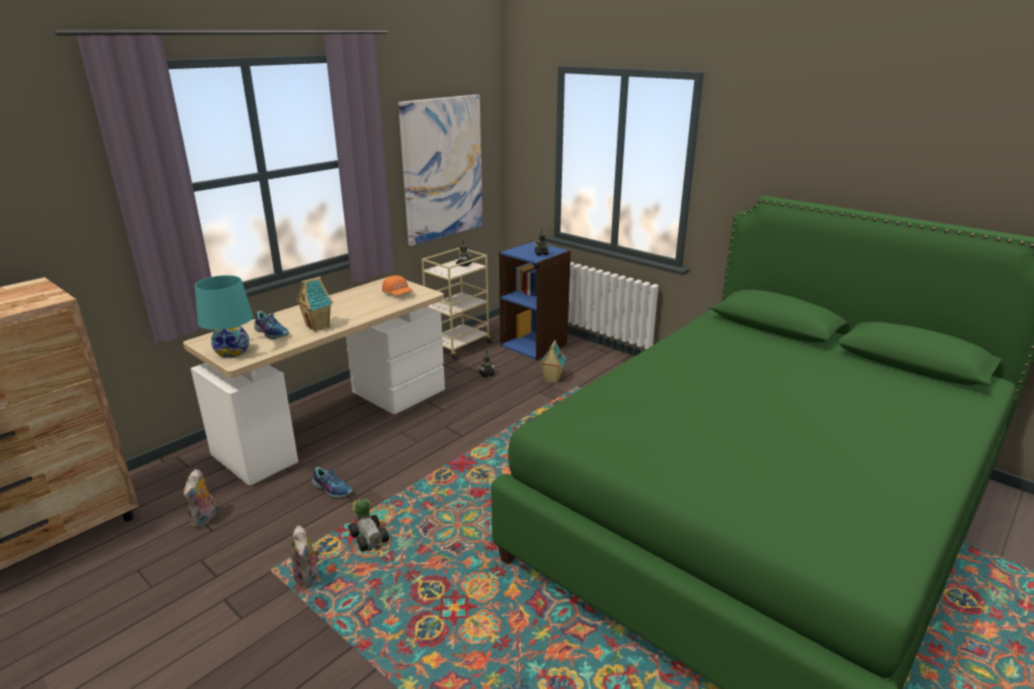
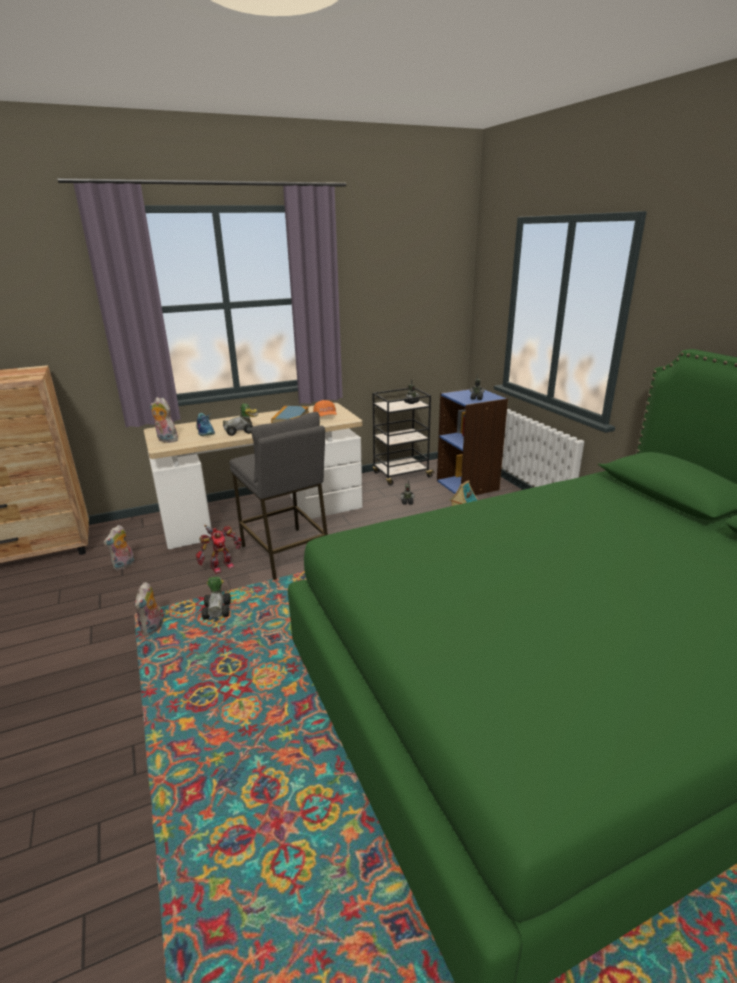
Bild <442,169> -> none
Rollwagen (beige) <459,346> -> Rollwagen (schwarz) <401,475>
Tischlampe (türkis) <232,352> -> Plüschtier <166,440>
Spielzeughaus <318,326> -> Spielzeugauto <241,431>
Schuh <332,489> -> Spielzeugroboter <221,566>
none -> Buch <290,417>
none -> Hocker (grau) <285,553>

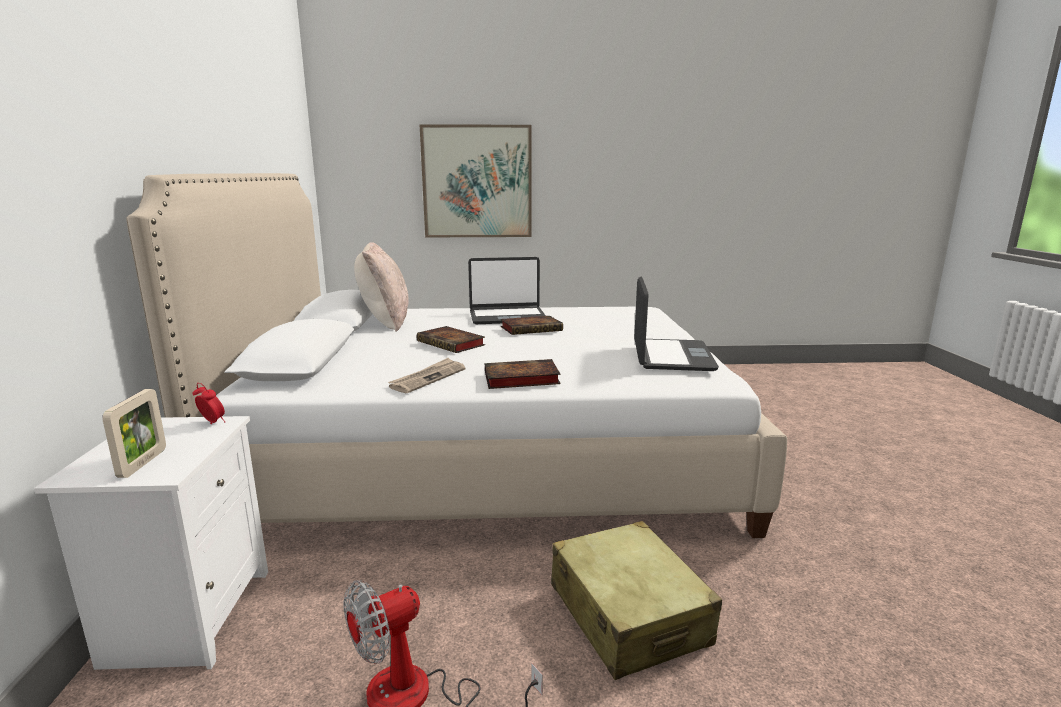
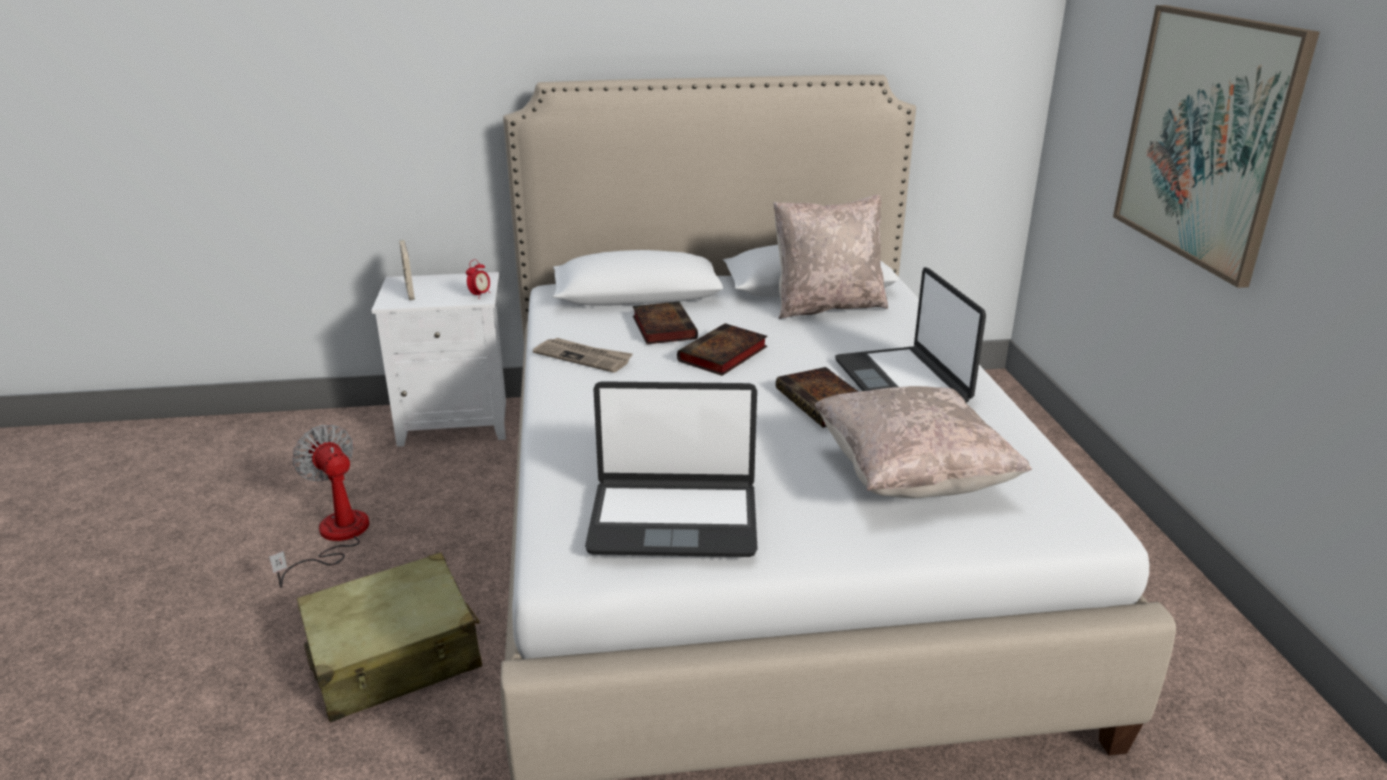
Buch <519,379> -> Buch <662,327>, relocated
Bilderrahmen <143,463> -> Bilderrahmen <410,292>, 75 degrees clockwise
none -> Kissen (beige) <911,477>

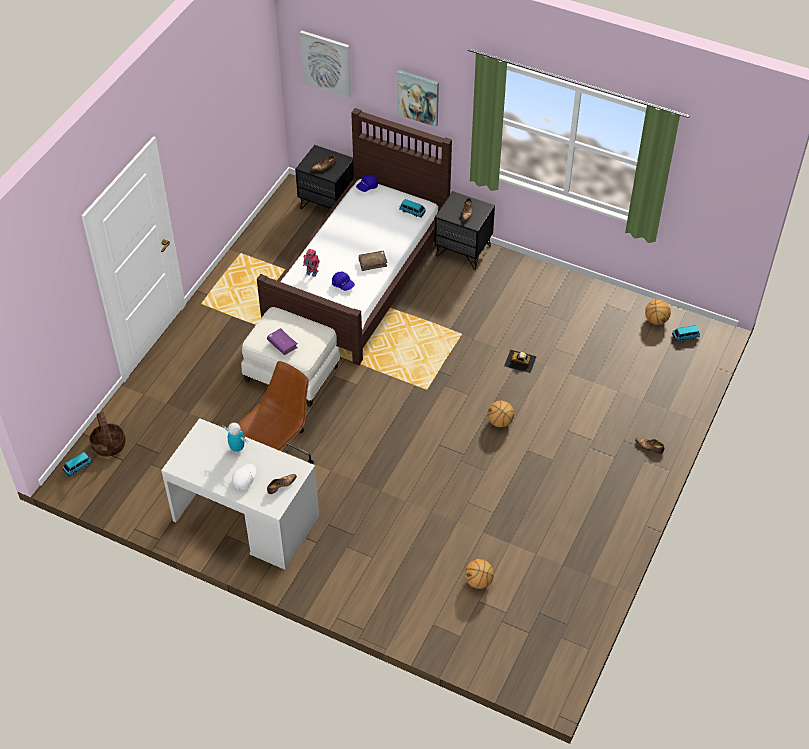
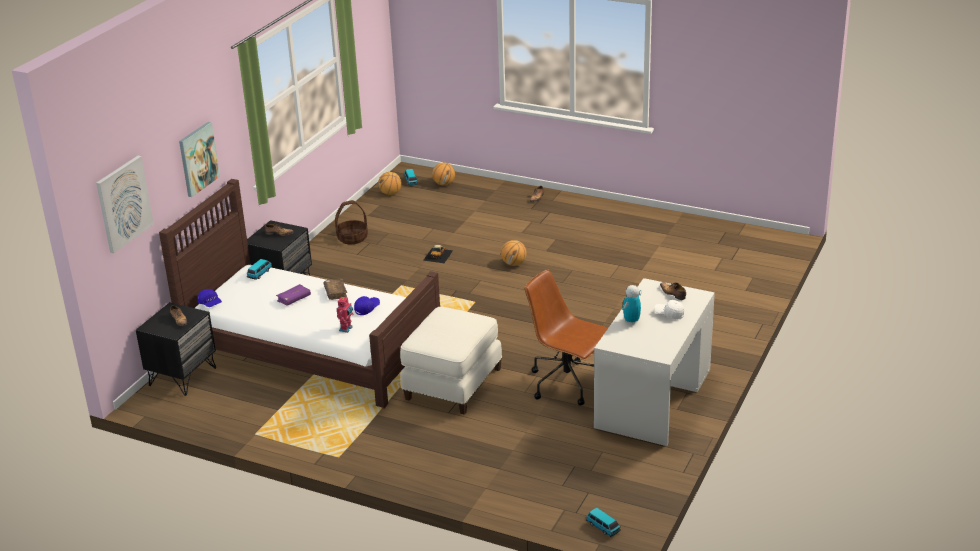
Buch (lila) <282,344> -> Buch (lila) <294,299>, relocated
Korb <108,445> -> Korb <352,238>, relocated
Basketball <478,581> -> Basketball <444,184>, relocated

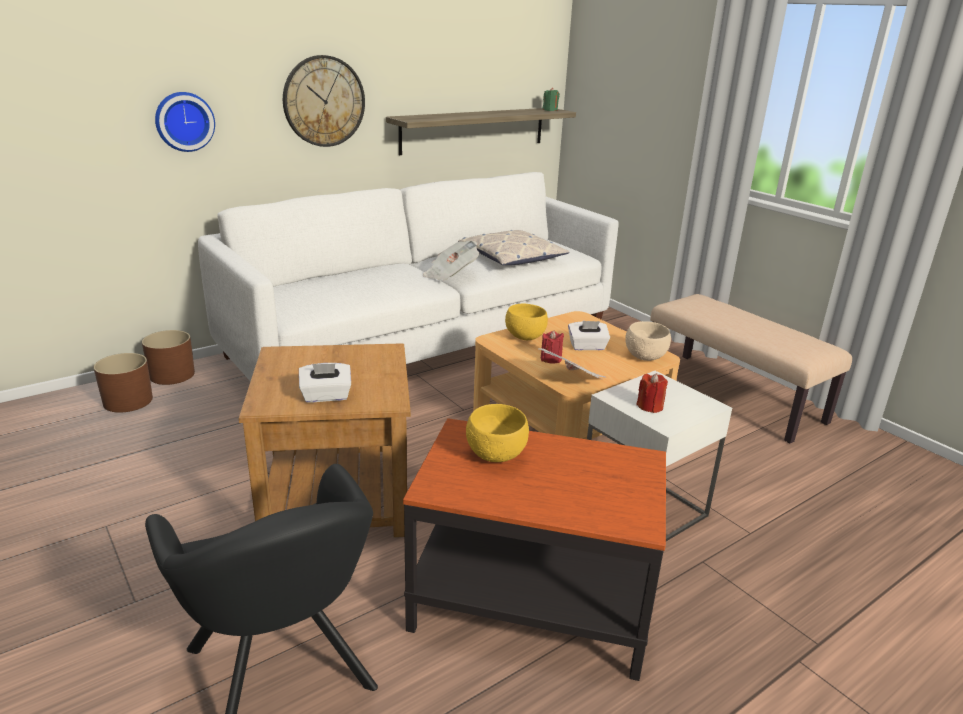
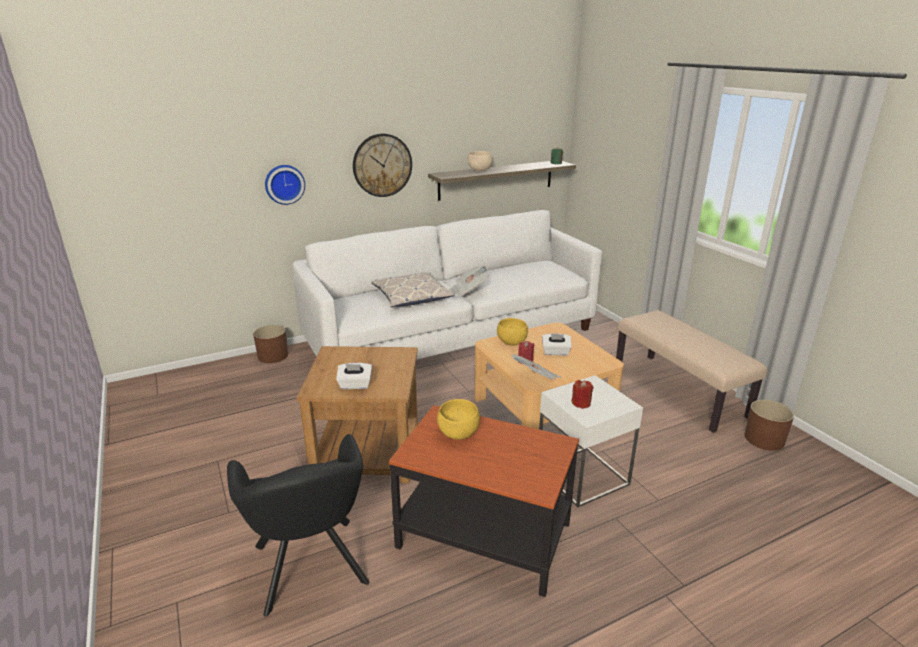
Kissen <512,257> -> Kissen <412,297>, relocated
Schüssel (beige) <644,357> -> Schüssel (beige) <479,170>, relocated
Pflanzkübel (braun) <128,401> -> Pflanzkübel (braun) <764,439>, relocated

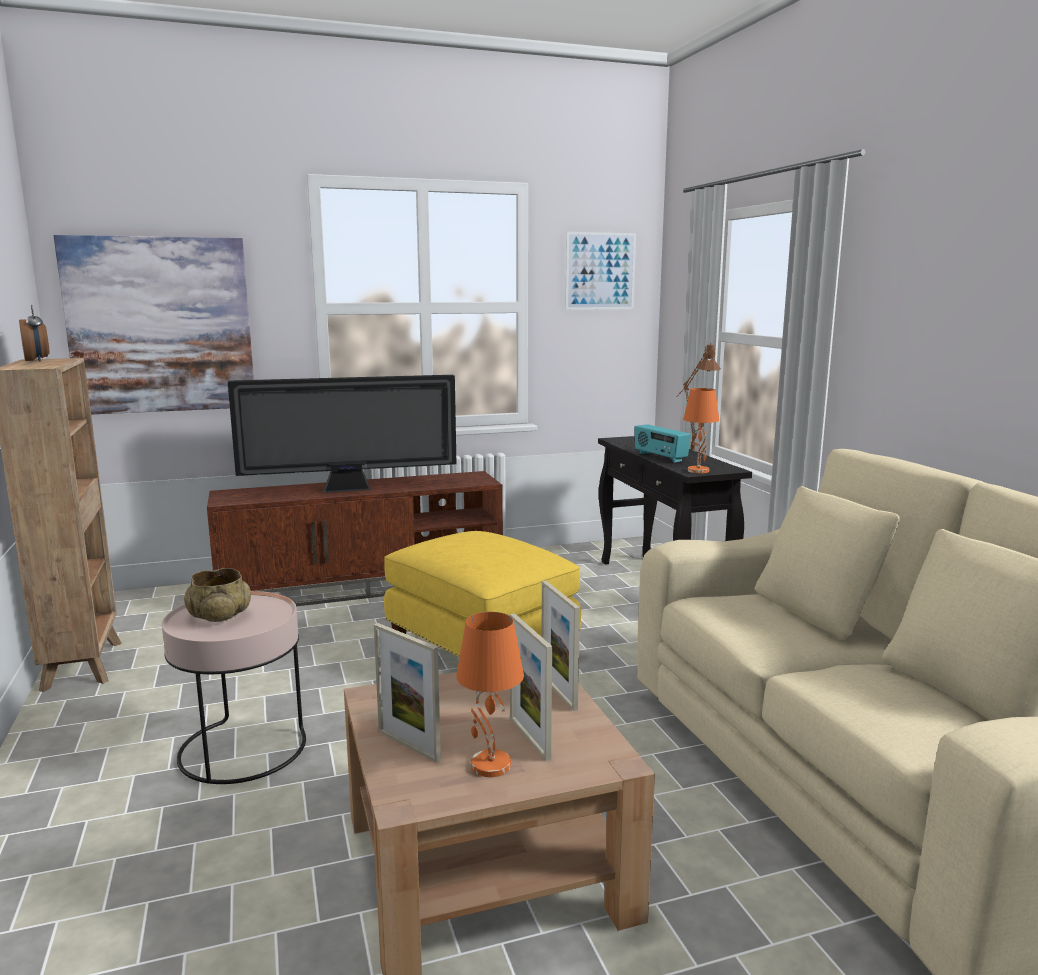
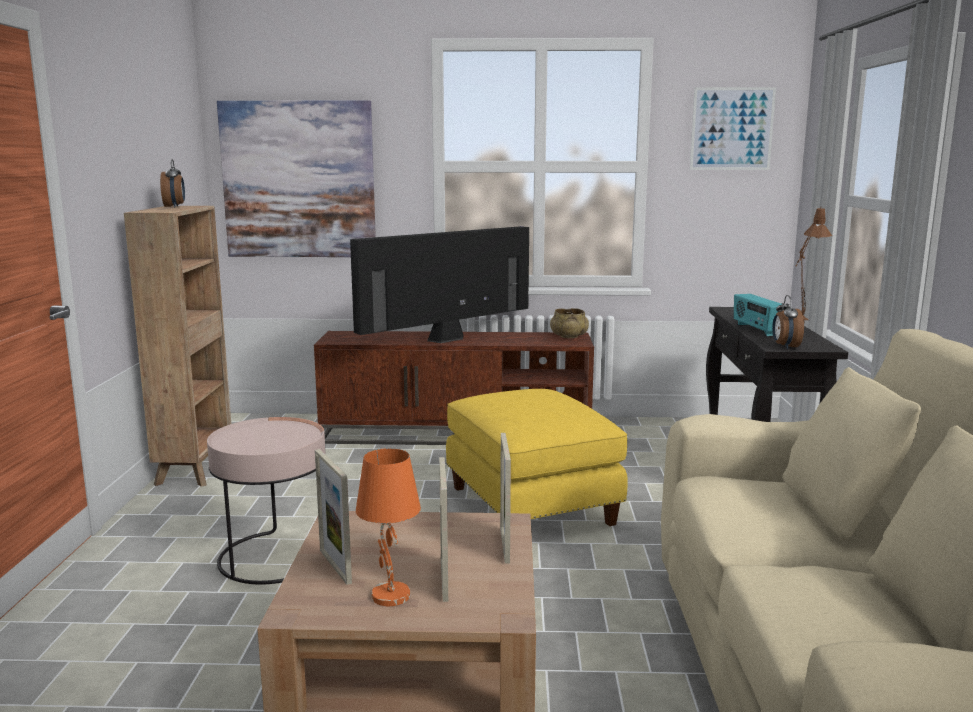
Fernseher <350,489> -> Fernseher <446,339>, 135 degrees clockwise
Tischlampe (orange) <699,471> -> Wecker <785,346>
Schüssel (beige) <219,616> -> Schüssel (beige) <569,336>, relocated

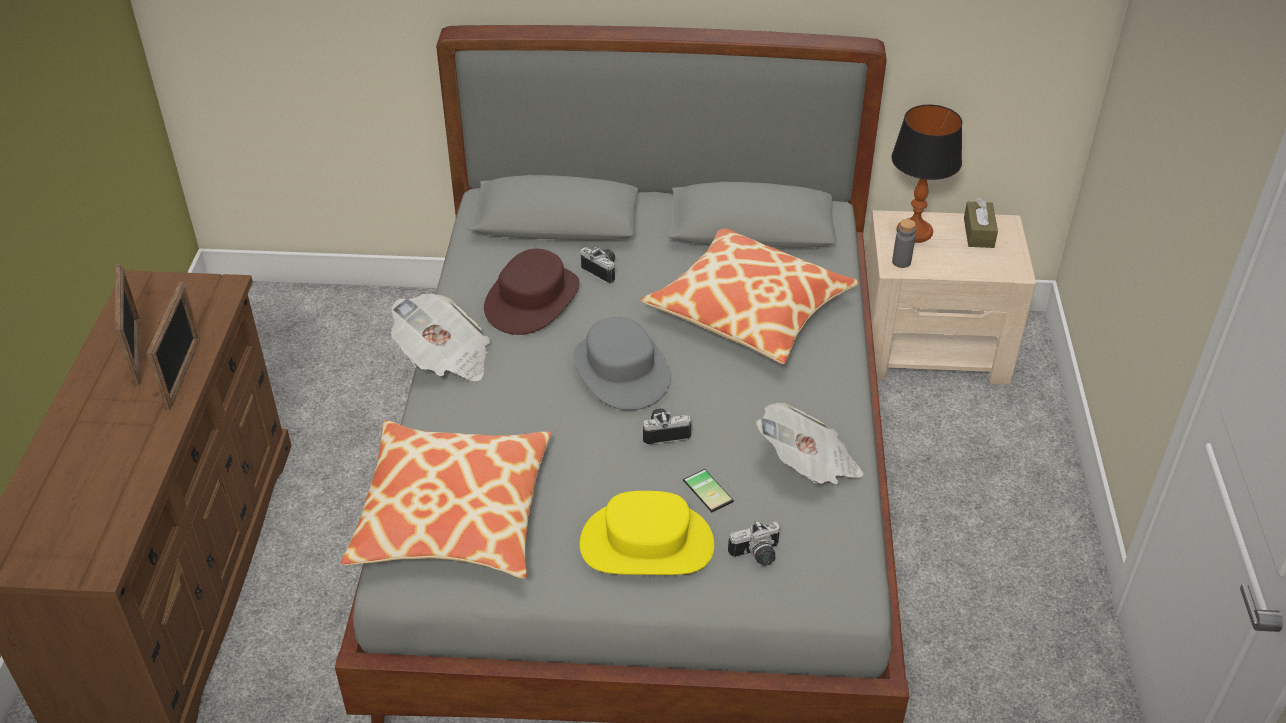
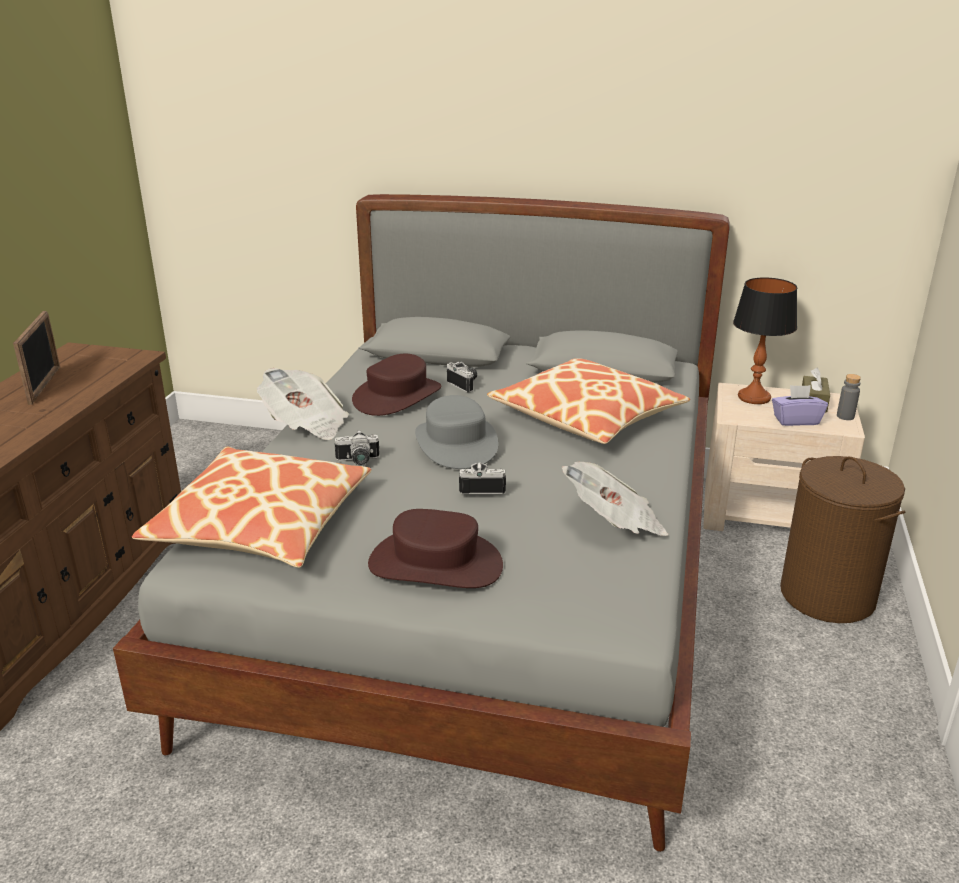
Flasche (grau) <901,262> -> Flasche (grau) <845,416>, relocated
Bilderrahmen <183,373> -> none
Handy <710,489> -> none
Hut (gelb) <647,543> -> Hut (braun) <435,564>
Kamera <757,555> -> Kamera <358,461>, relocated
none -> Taschentuchbox (lila) <796,420>
none -> Wäschekorb (braun) <828,596>

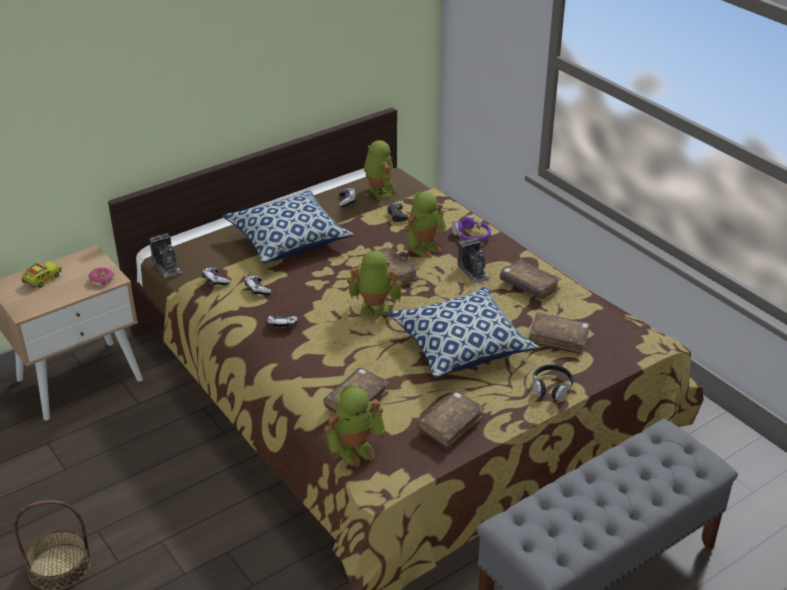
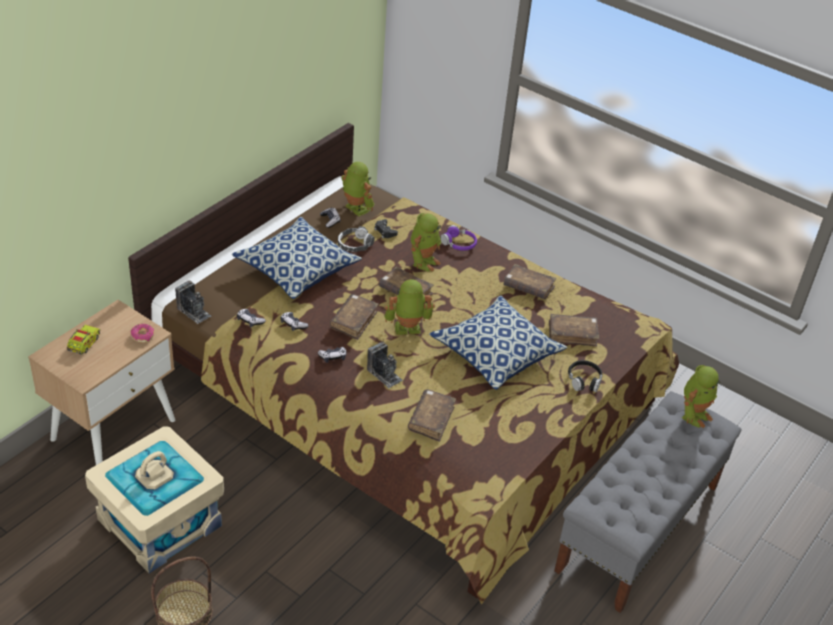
Kamera <474,272> -> Kamera <384,374>, relocated
Spielzeugroboter <355,450> -> Spielzeugroboter <694,414>, relocated
Buch (braun) <450,425> -> Buch (braun) <353,321>, relocated
none -> Kopfhörer <355,244>
none -> Aufbewahrungsbox (beige) <159,522>

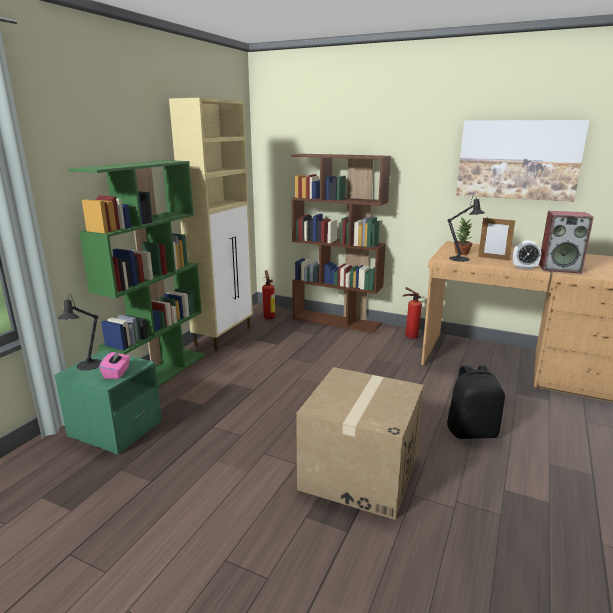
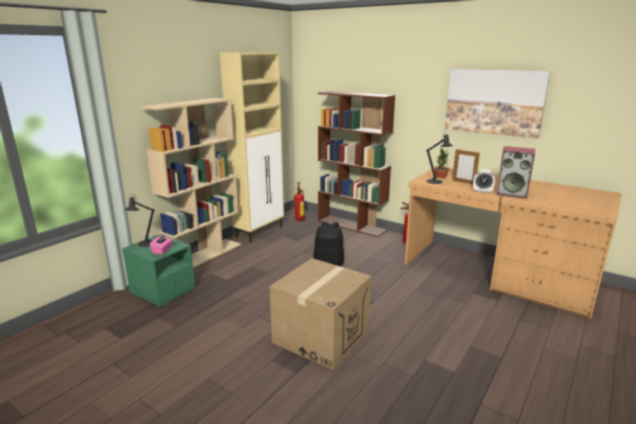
Bücherregal (grün) <159,374> -> Bücherregal (beige) <204,255>
Rucksack (schwarz) <472,431> -> Rucksack (schwarz) <329,263>, relocated

